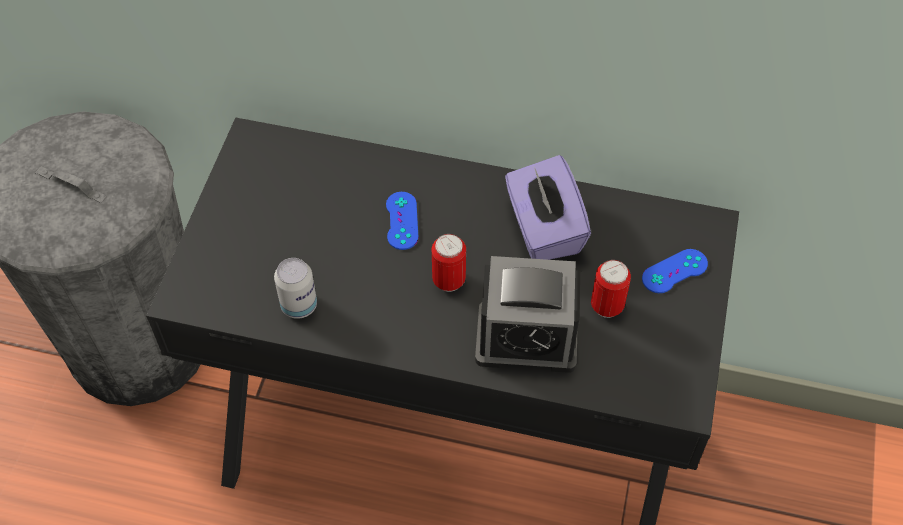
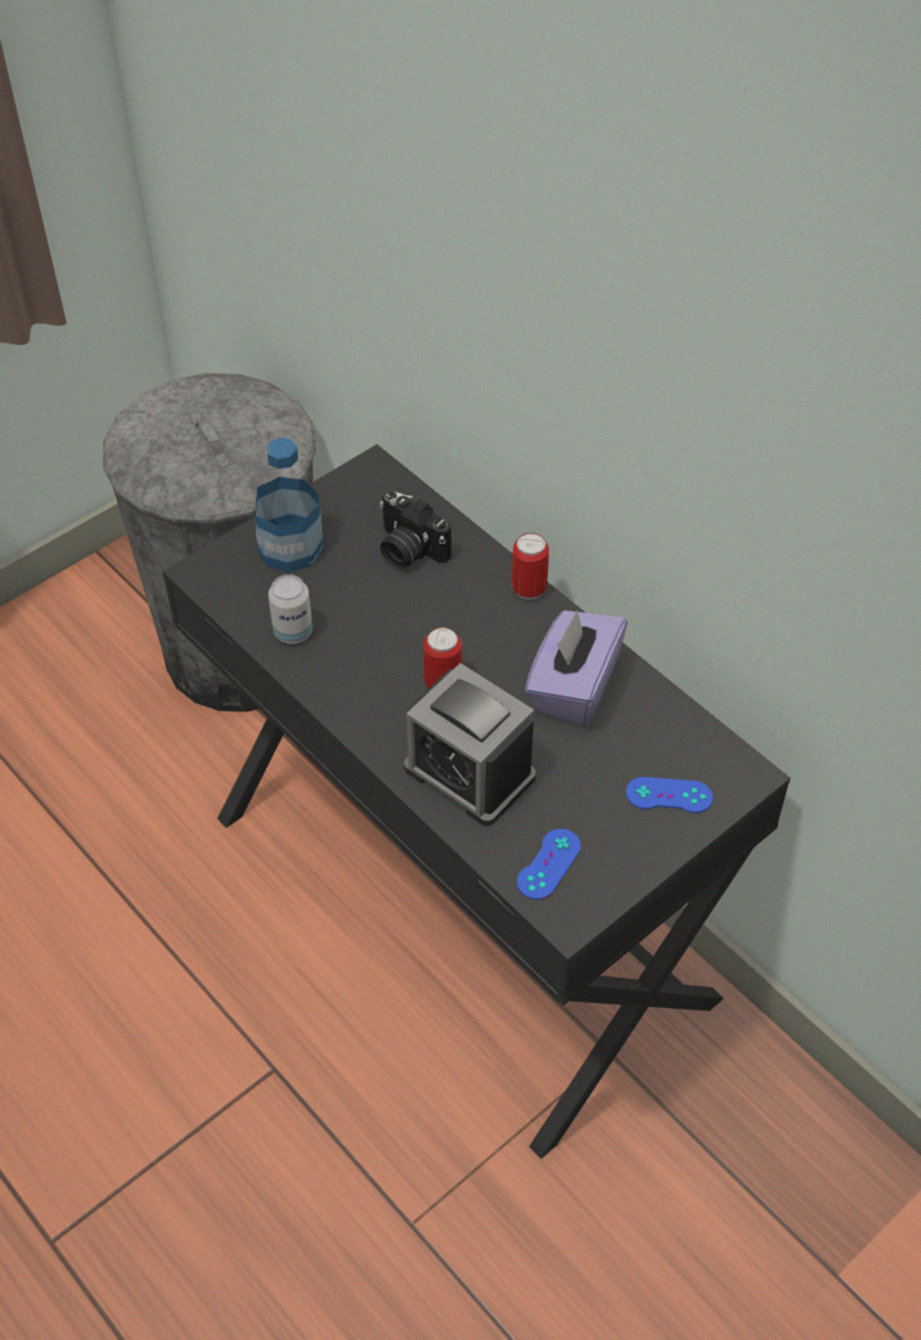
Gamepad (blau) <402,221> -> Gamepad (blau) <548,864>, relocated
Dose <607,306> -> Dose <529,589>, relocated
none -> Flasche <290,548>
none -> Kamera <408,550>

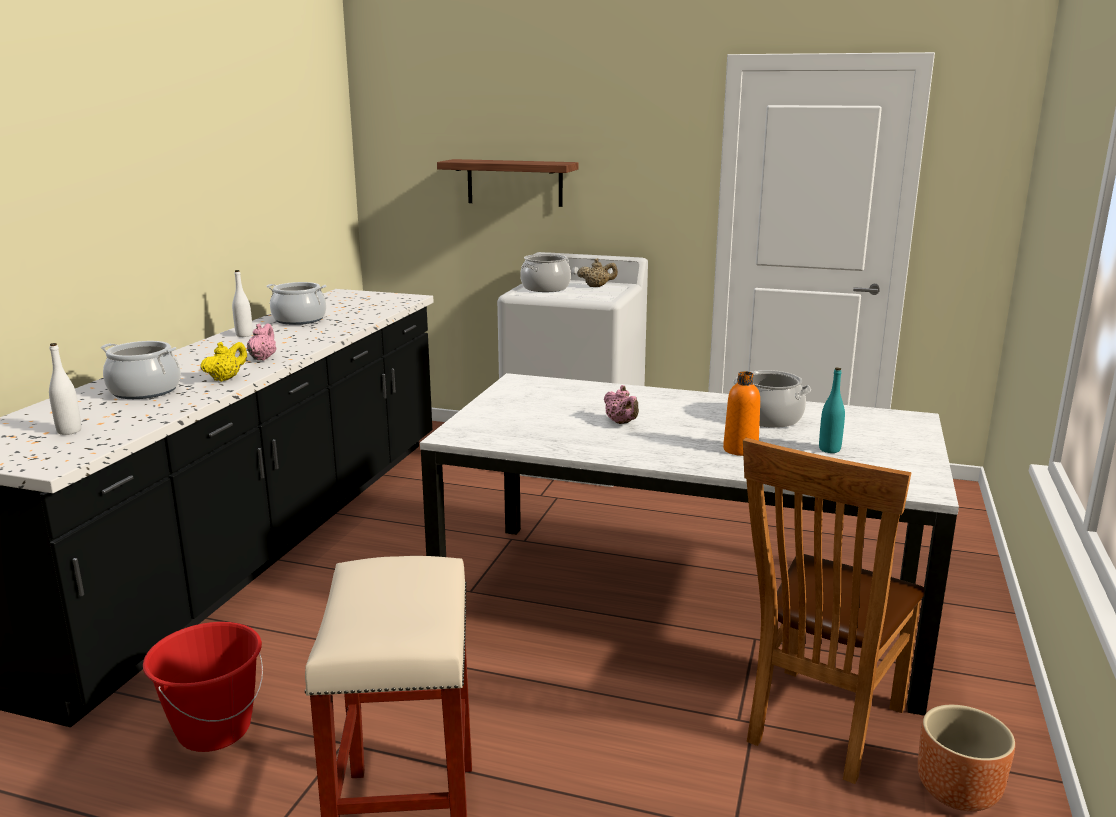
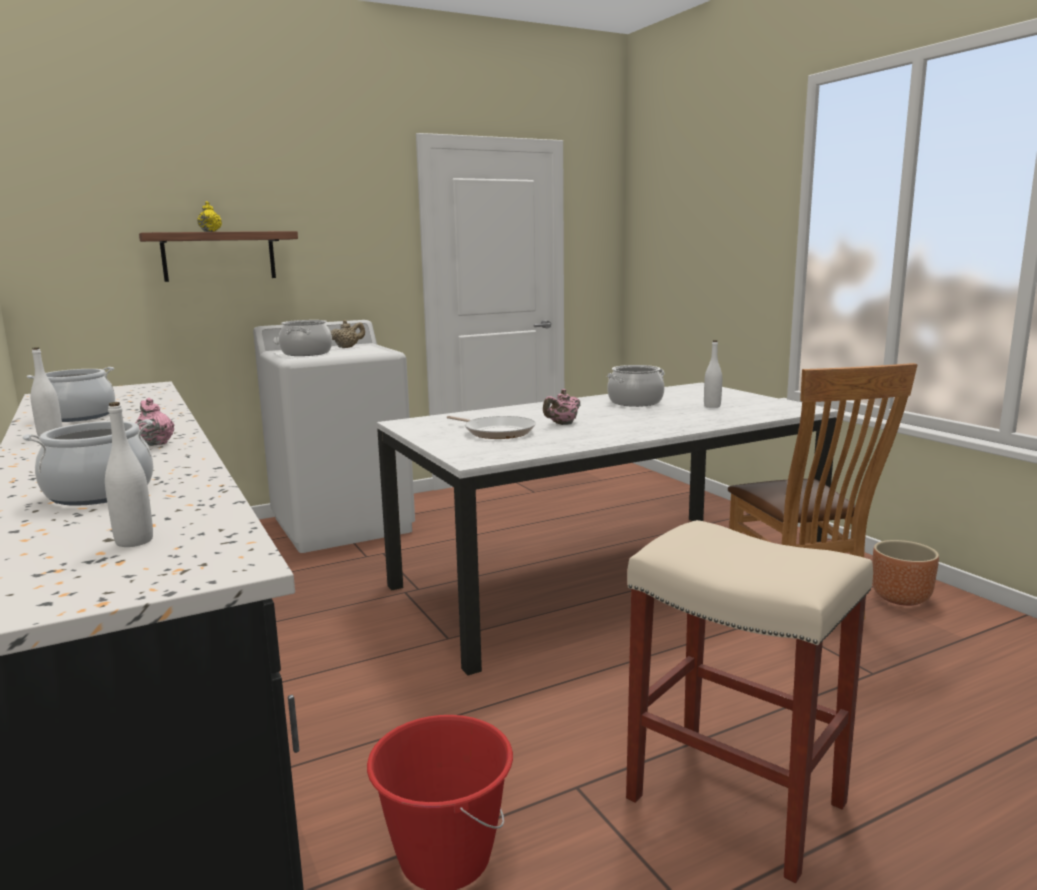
Teekanne (gelb) <226,379> -> Teekanne (gelb) <211,232>, relocated
Flasche (türkis) <829,449> -> Flasche (weiß) <712,406>
Flasche (orange) <740,450> -> none
Teekanne (rosa) <621,423> -> Teekanne (rosa) <562,424>, 120 degrees clockwise
none -> Pfanne <496,432>

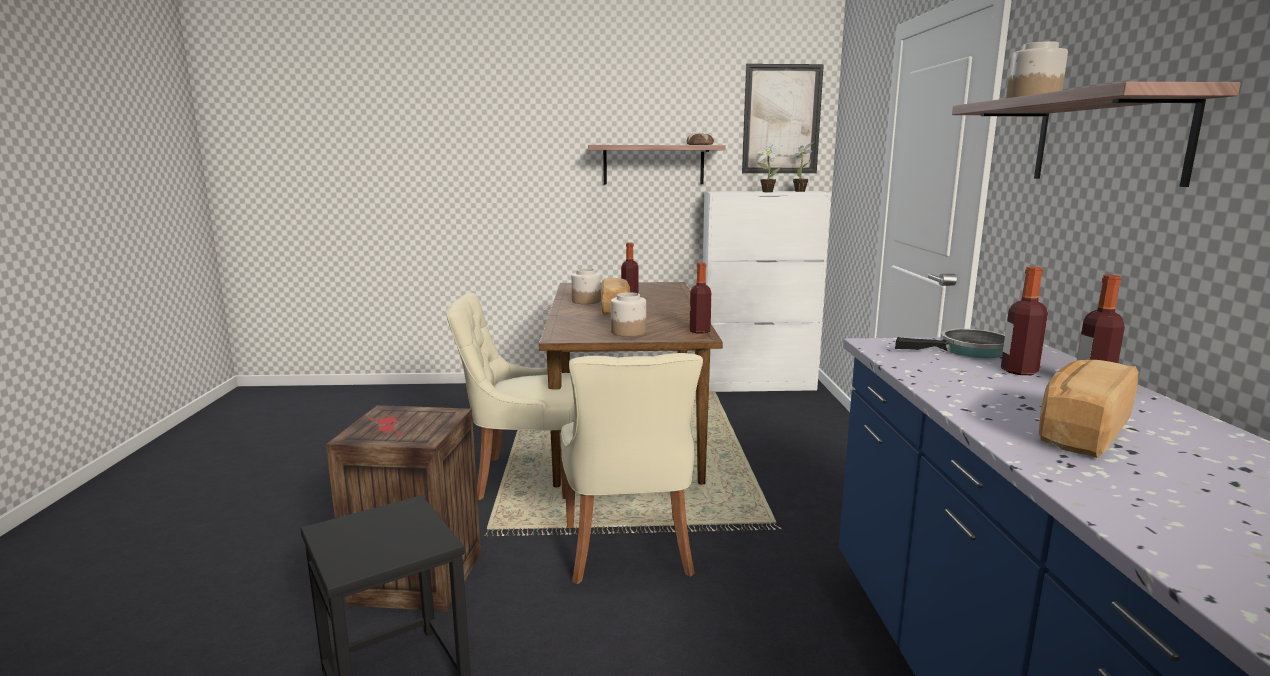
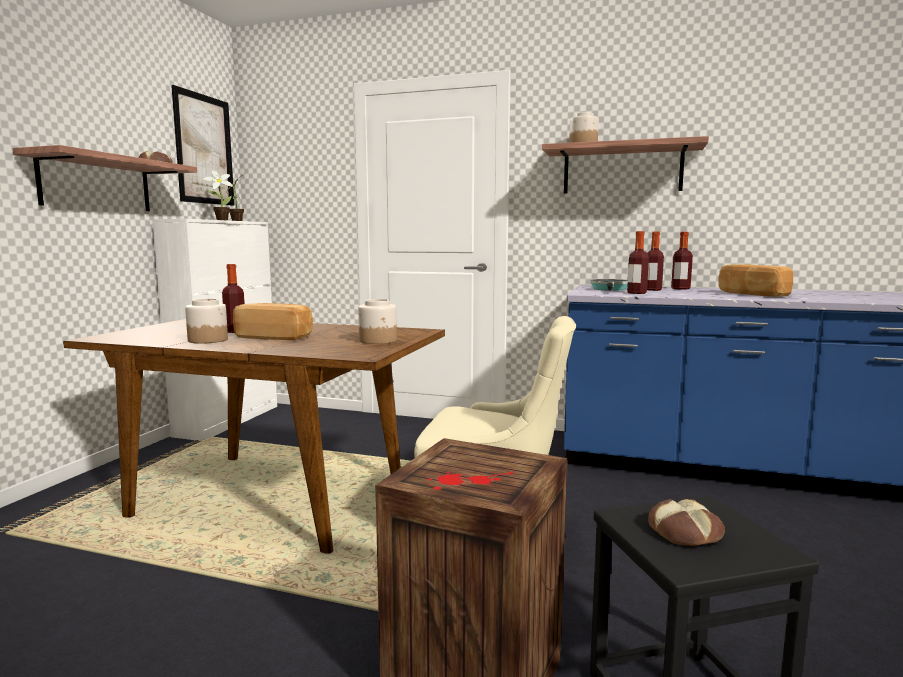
Flasche <699,331> -> Flasche <636,293>, relocated
Stuhl (beige) <523,477> -> none
none -> Brot <685,533>

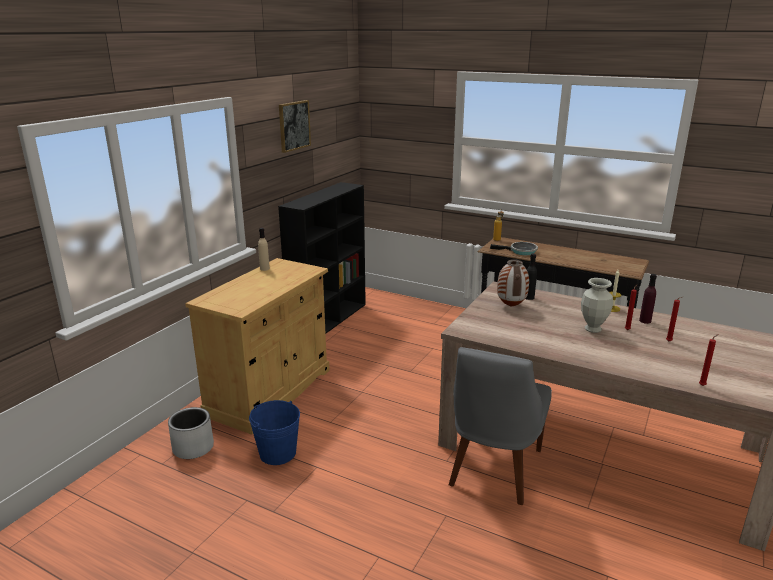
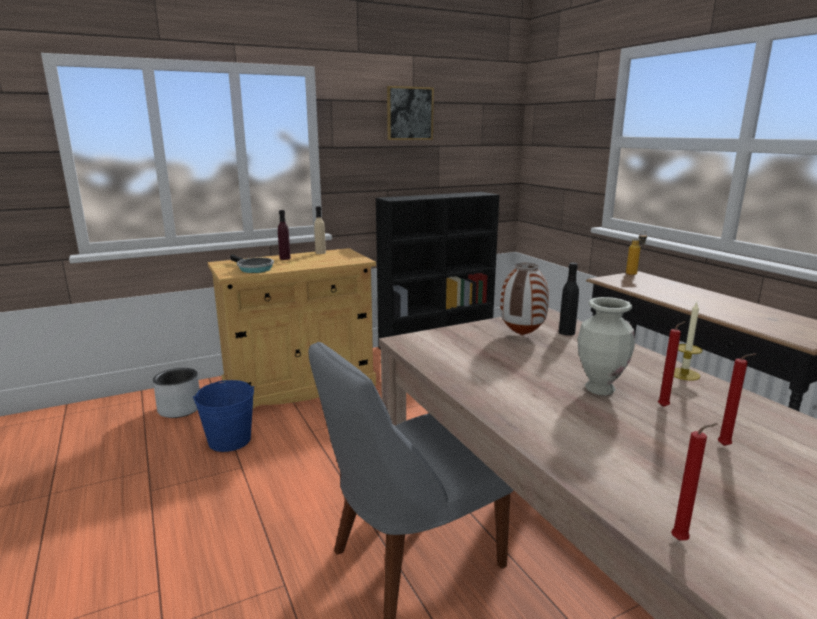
Pfanne <520,251> -> Pfanne <253,269>, relocated
Flasche (lila) <645,321> -> Flasche (lila) <285,258>, relocated

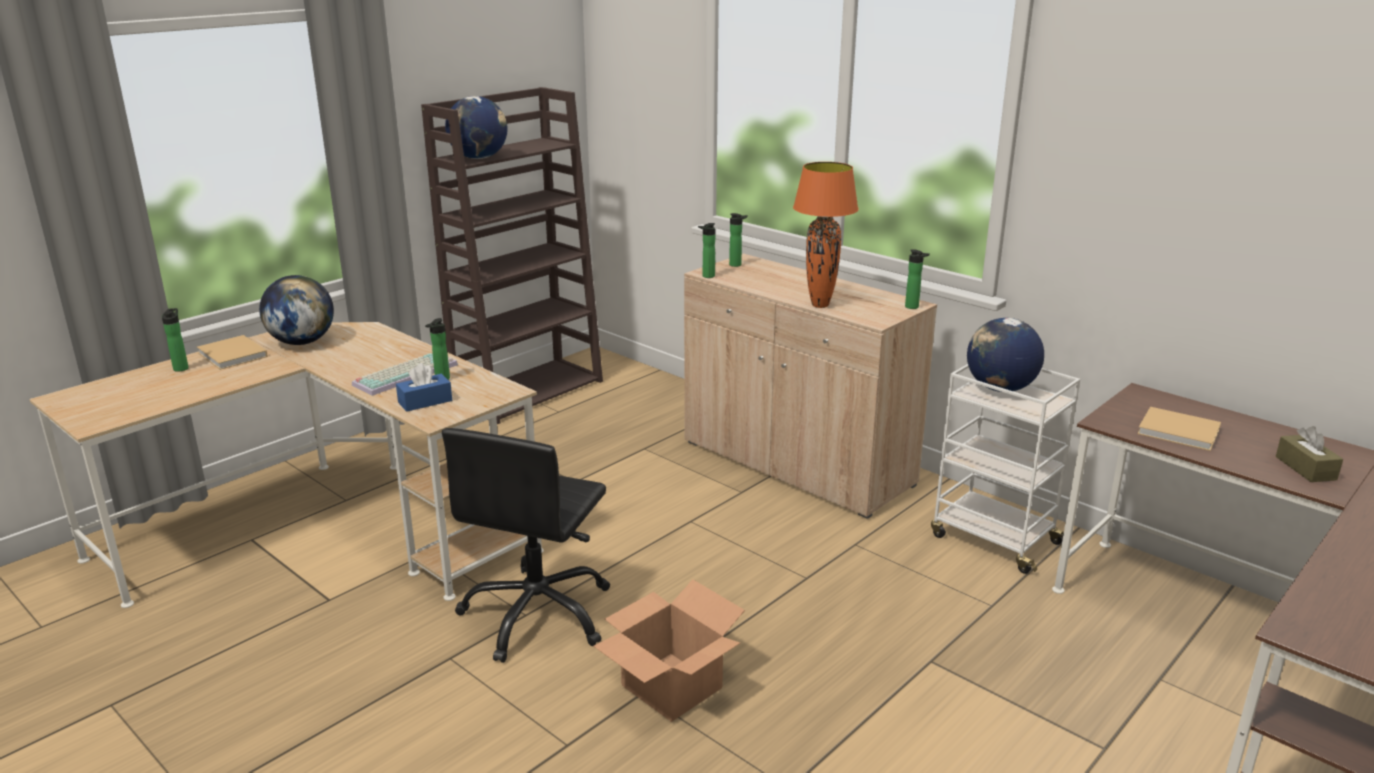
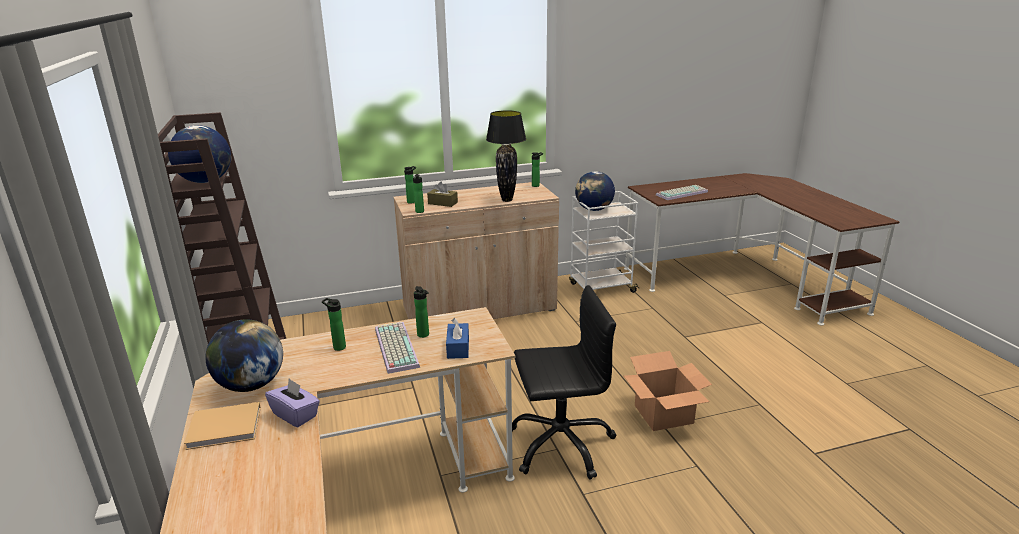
Tischlampe (orange) <820,305> -> Tischlampe (schwarz) <506,200>
Flasche <181,368> -> Flasche <338,347>, relocated
Buch (beige) <1181,432> -> Tastatur <681,193>
Taschentuchbox (braun) <1305,468> -> Taschentuchbox (braun) <442,203>, relocated
Bürostuhl (schwarz) <538,614> -> Bürostuhl (schwarz) <560,443>, 60 degrees counterclockwise
none -> Taschentuchbox (lila) <295,415>

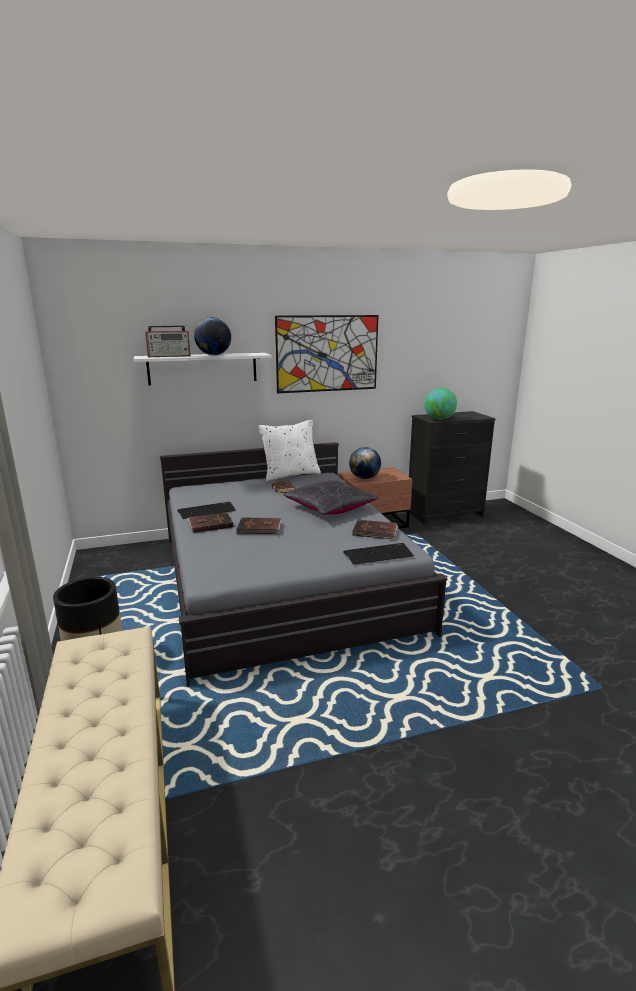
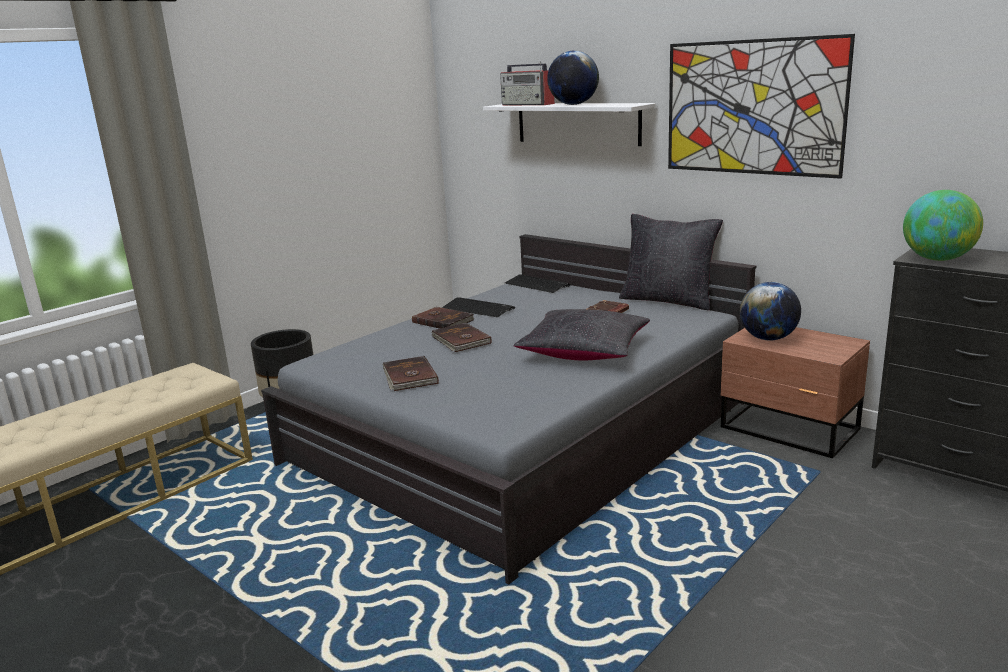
Kissen (weiß) <290,474> -> Kissen (schwarz) <668,300>
Buch (braun) <375,532> -> Buch (braun) <409,377>, relocated
Tastatur <378,554> -> Tastatur <537,285>, relocated

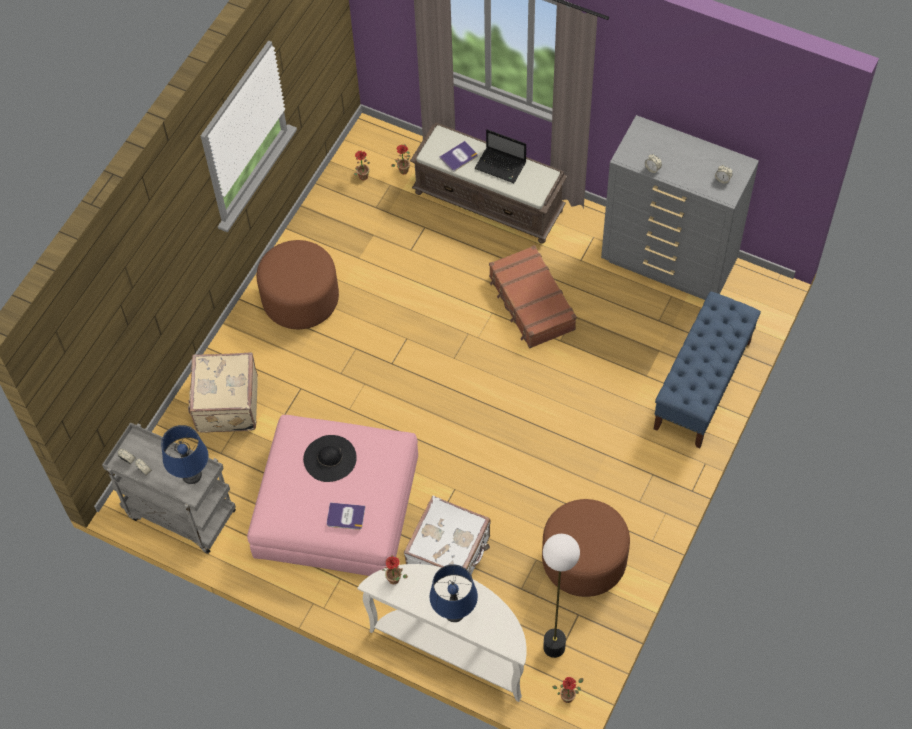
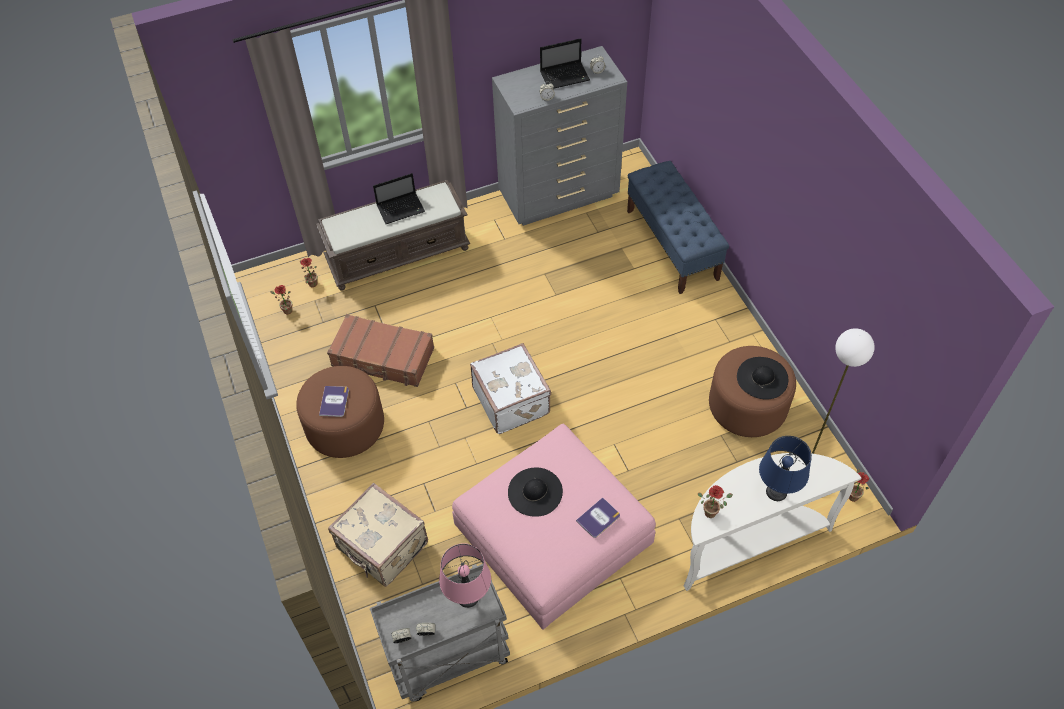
Buch <459,157> -> Buch <334,401>, relocated
Koffer (braun) <531,303> -> Koffer (braun) <383,358>, relocated
Tischlampe (blau) <191,475> -> Tischlampe (rosa) <468,597>
Koffer (weiß) <450,555> -> Koffer (weiß) <512,400>, relocated
none -> Laptop <565,76>
none -> Hut (schwarz) <762,378>

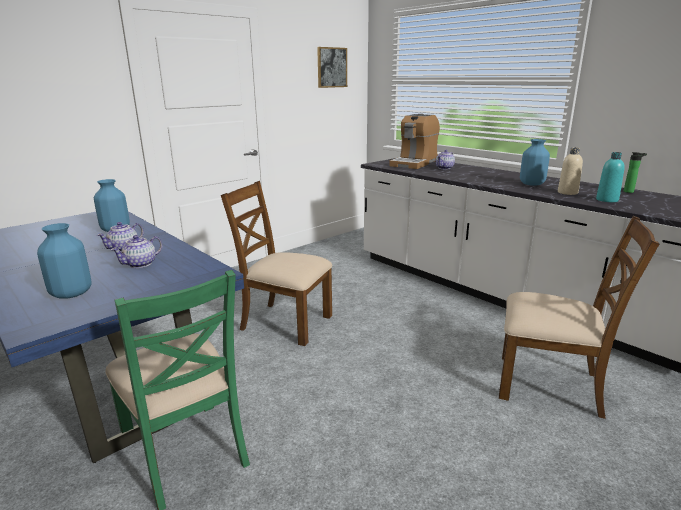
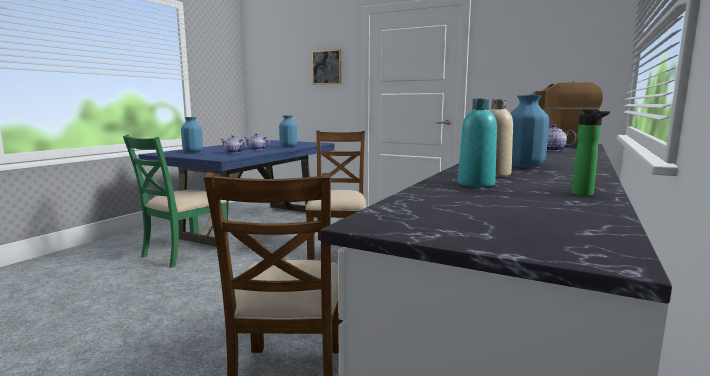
Bild <332,67> -> Bild <327,67>, relocated

